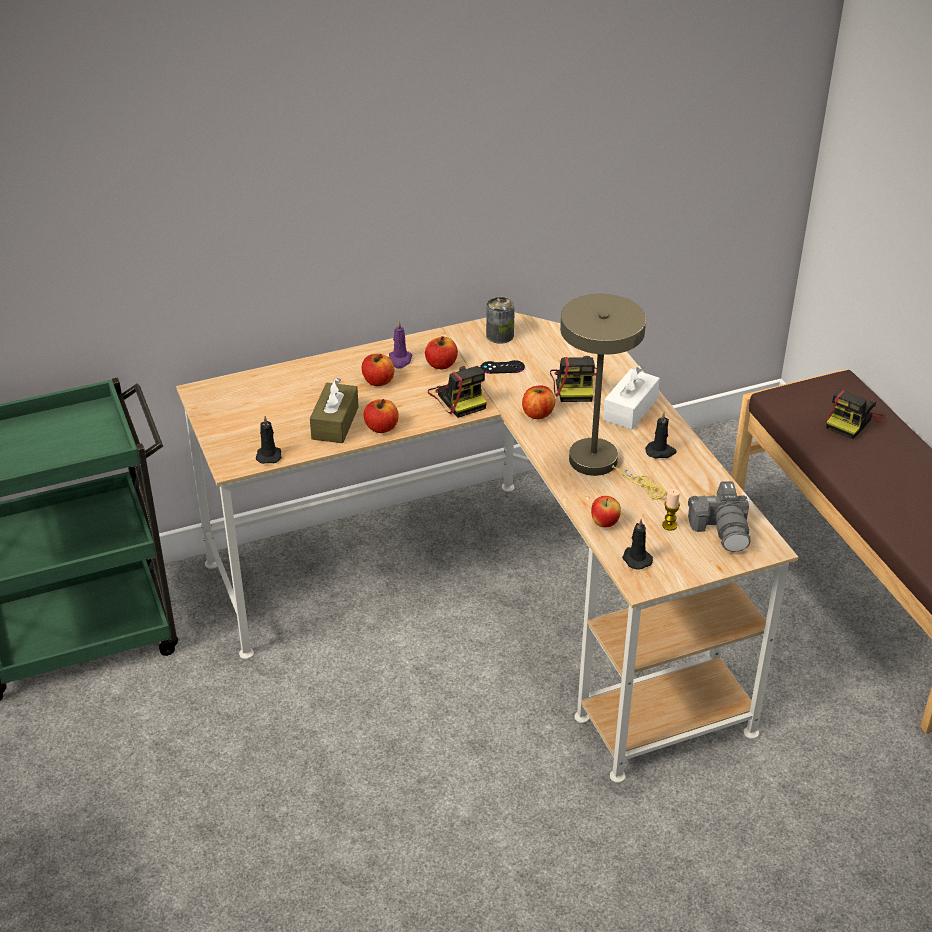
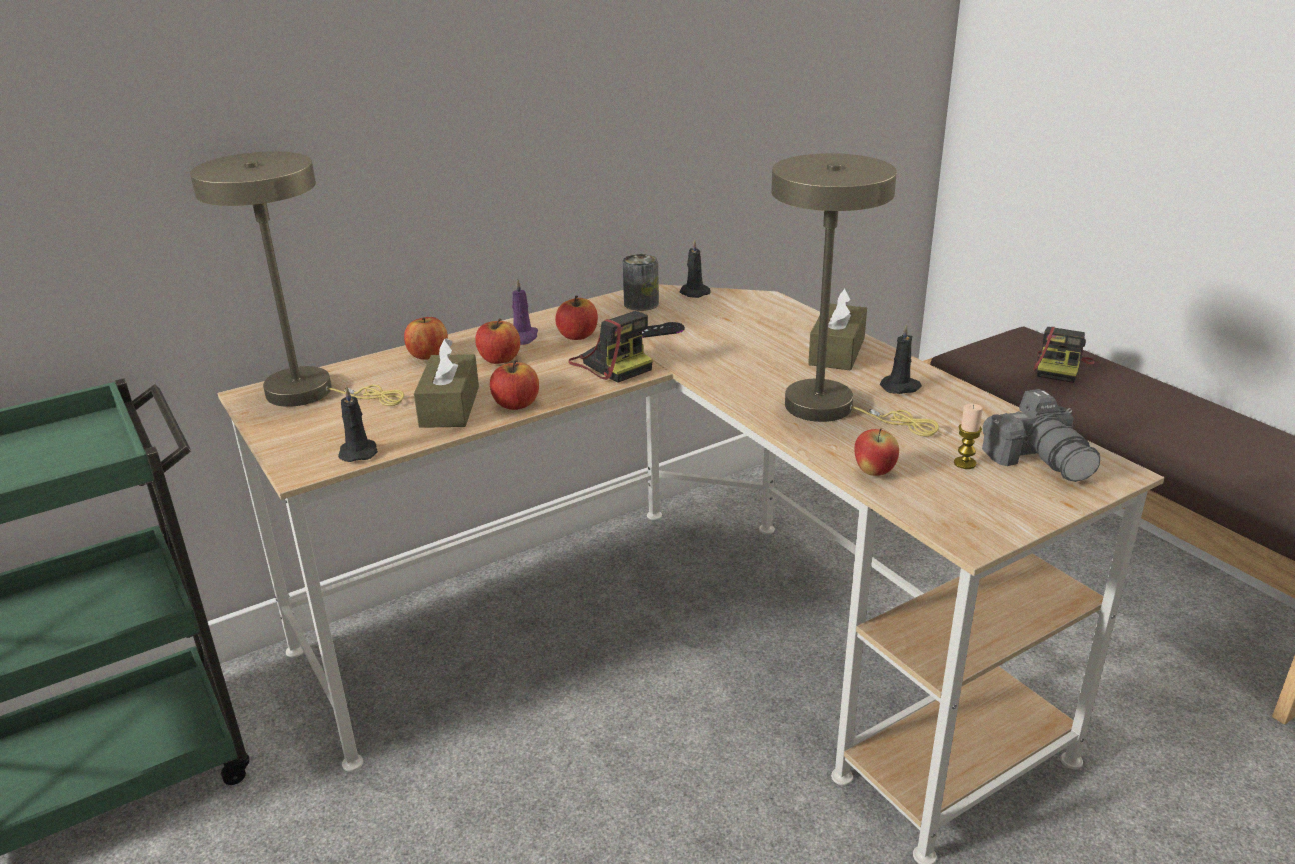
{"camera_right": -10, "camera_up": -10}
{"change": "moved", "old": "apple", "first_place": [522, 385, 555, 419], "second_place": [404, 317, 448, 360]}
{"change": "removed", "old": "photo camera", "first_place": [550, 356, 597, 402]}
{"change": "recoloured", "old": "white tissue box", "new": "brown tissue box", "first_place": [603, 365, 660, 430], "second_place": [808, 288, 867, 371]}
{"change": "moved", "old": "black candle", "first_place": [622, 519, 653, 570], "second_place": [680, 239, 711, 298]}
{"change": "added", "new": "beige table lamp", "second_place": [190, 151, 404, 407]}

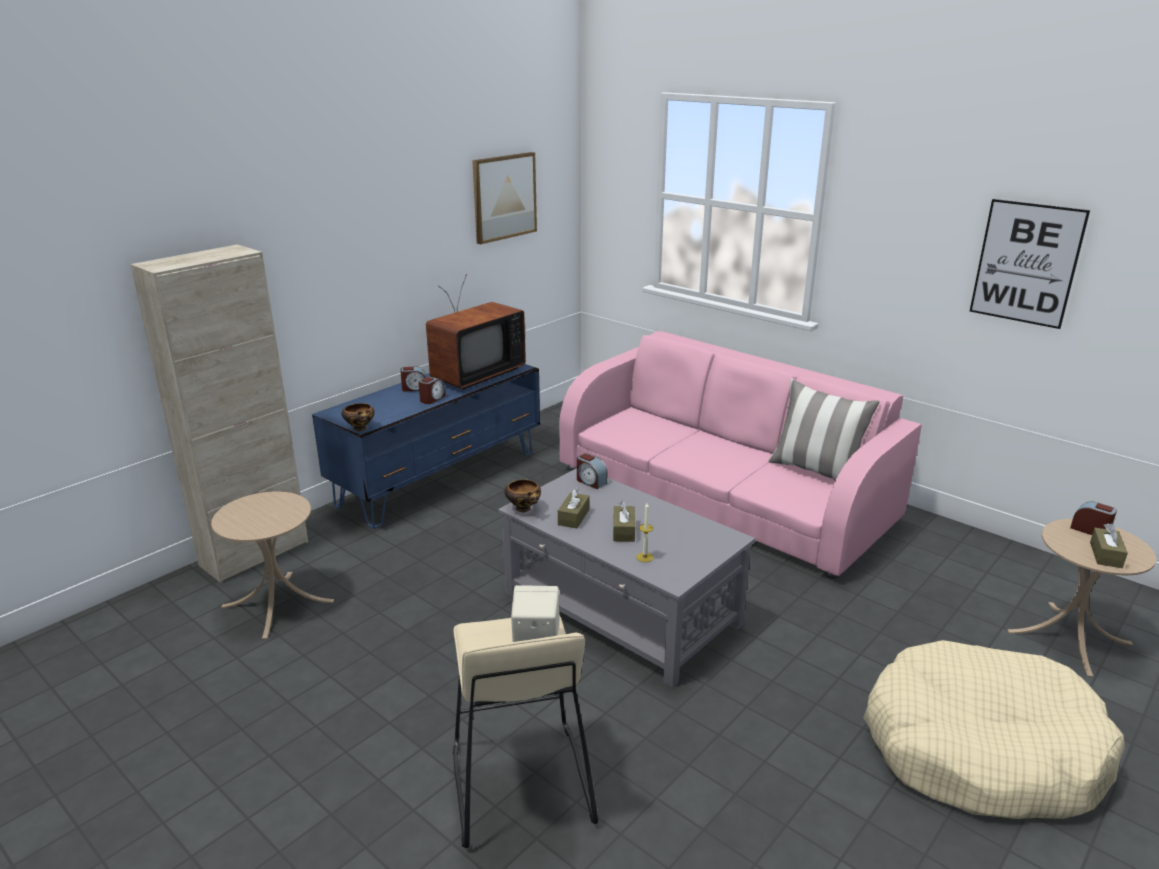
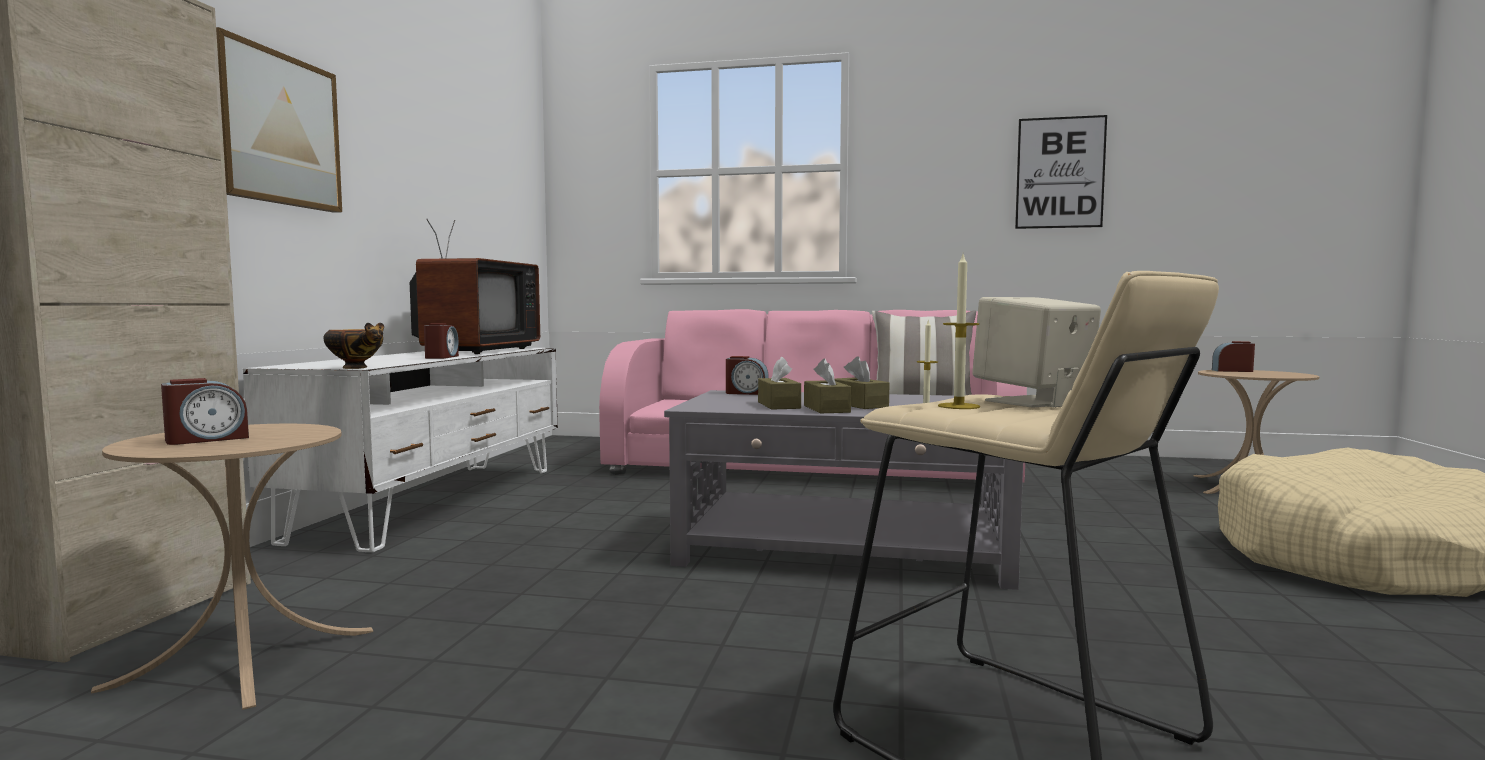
{"camera_right": -30, "camera_up": -20}
{"change": "recoloured", "old": "blue tv stand", "new": "white tv stand", "first_place": [312, 364, 540, 529], "second_place": [243, 348, 558, 552]}
{"change": "moved", "old": "alarm clock", "first_place": [400, 366, 426, 392], "second_place": [161, 378, 249, 445]}
{"change": "moved", "old": "picture", "first_place": [472, 152, 537, 244], "second_place": [216, 27, 342, 213]}
{"change": "removed", "old": "bowl", "first_place": [504, 479, 541, 512]}
{"change": "moved", "old": "brown tissue box", "first_place": [1090, 523, 1128, 568], "second_place": [804, 359, 851, 413]}
{"change": "added", "new": "candle", "second_place": [938, 254, 980, 409]}

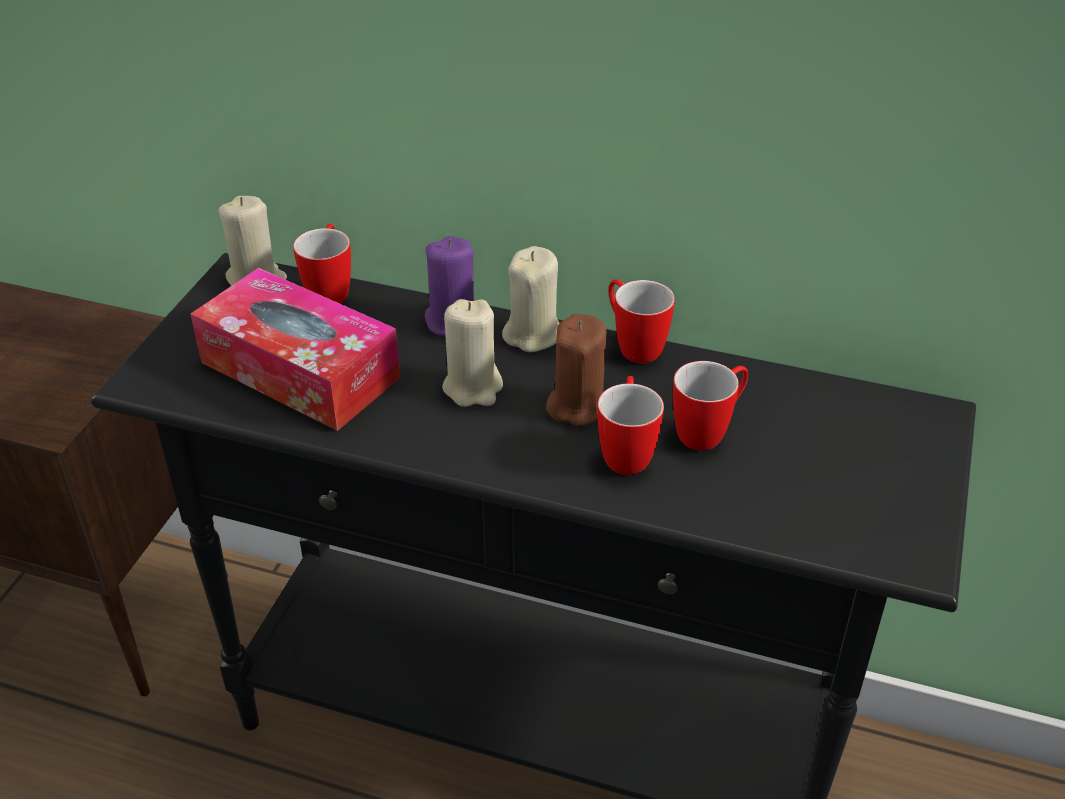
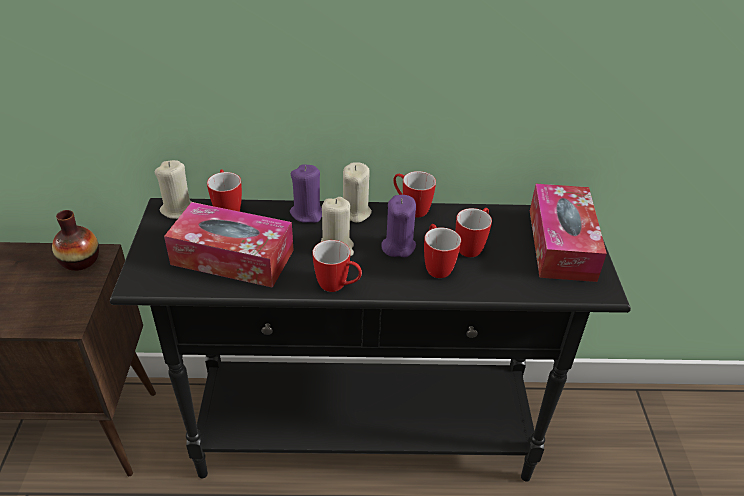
{"camera_right": -20, "camera_up": 0}
{"change": "recoloured", "old": "brown candle", "new": "purple candle", "first_place": [546, 314, 607, 426], "second_place": [381, 195, 416, 257]}
{"change": "added", "new": "vase", "second_place": [52, 210, 99, 271]}
{"change": "added", "new": "mug", "second_place": [312, 240, 362, 292]}
{"change": "added", "new": "tissue box", "second_place": [530, 184, 607, 282]}

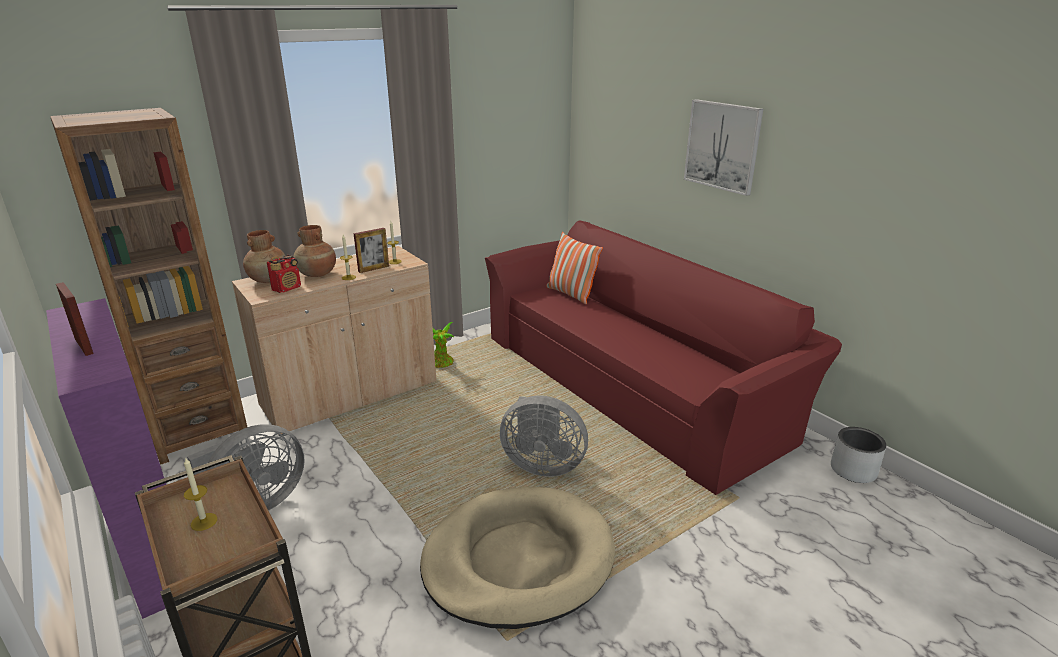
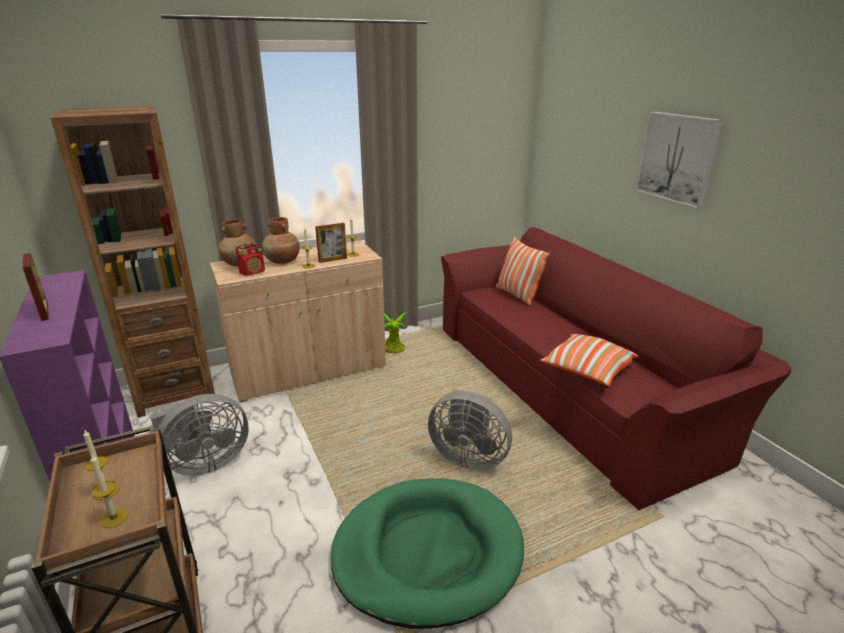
{"camera_right": 10, "camera_up": 0}
{"change": "recoloured", "old": "beige dog bed", "new": "green dog bed", "first_place": [420, 487, 615, 629], "second_place": [331, 479, 524, 629]}
{"change": "removed", "old": "grey planter", "first_place": [831, 427, 886, 483]}
{"change": "added", "new": "candle", "second_place": [90, 455, 128, 528]}
{"change": "added", "new": "pillow", "second_place": [540, 334, 639, 386]}

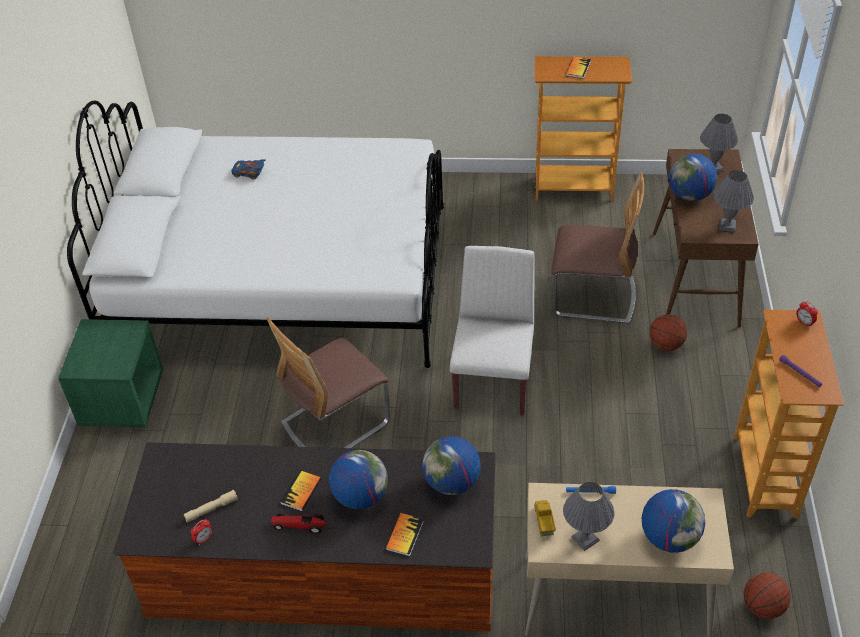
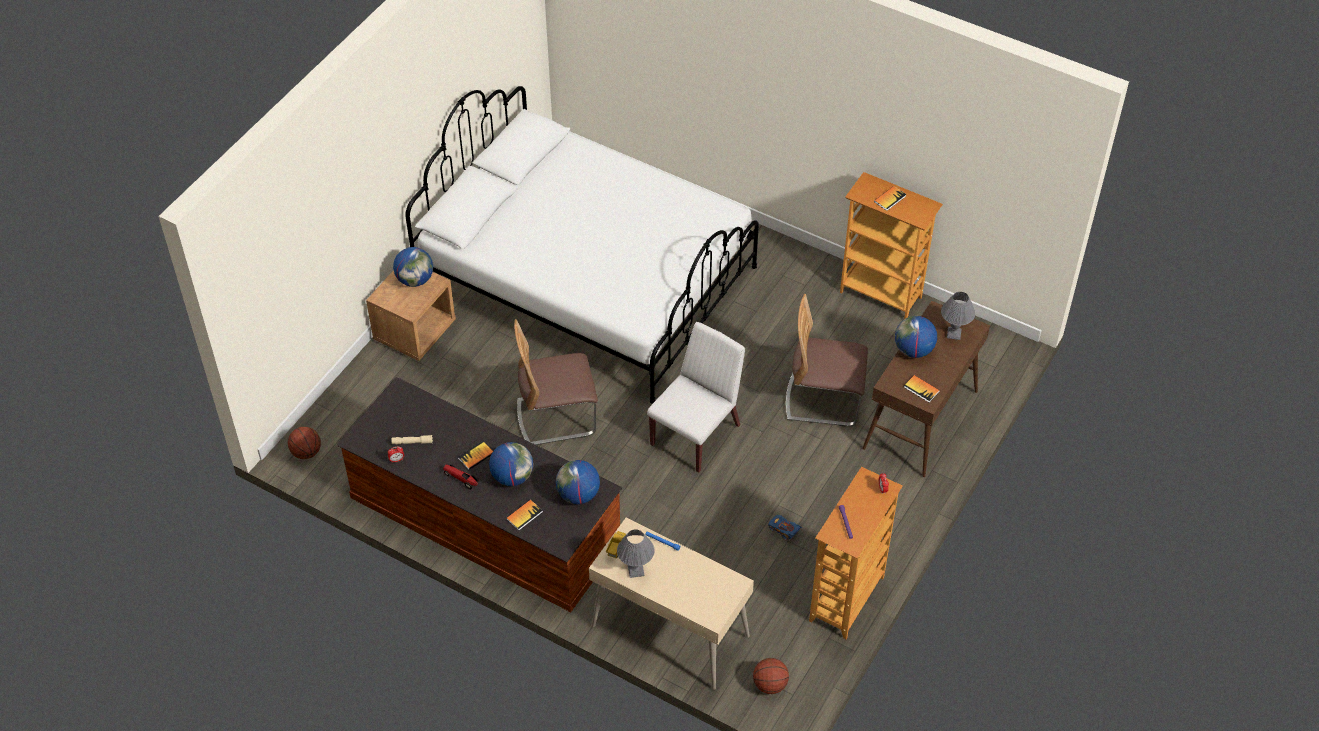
{"camera_right": 25, "camera_up": 5}
{"change": "recoloured", "old": "green nightstand", "new": "brown nightstand", "first_place": [58, 319, 164, 428], "second_place": [366, 270, 456, 361]}
{"change": "moved", "old": "blue toy car", "first_place": [231, 159, 266, 180], "second_place": [768, 515, 802, 540]}
{"change": "turned", "old": "chair", "first_place": [551, 172, 644, 324], "second_place": [786, 294, 868, 426], "degrees": 150}
{"change": "moved", "old": "globe", "first_place": [642, 489, 705, 553], "second_place": [393, 247, 433, 287]}
{"change": "moved", "old": "basketball", "first_place": [650, 314, 687, 351], "second_place": [288, 427, 321, 459]}
{"change": "replaced", "old": "grey table lamp", "new": "book", "first_place": [713, 170, 754, 232], "second_place": [904, 375, 940, 403]}

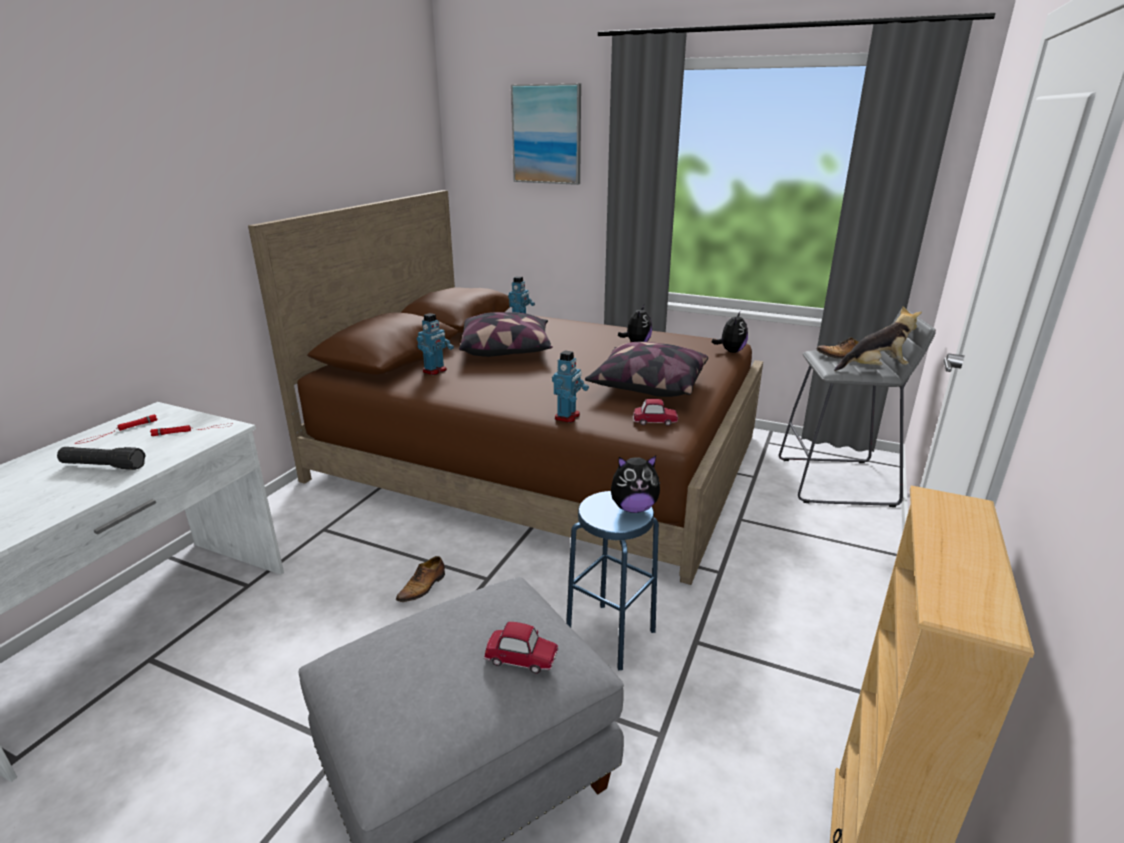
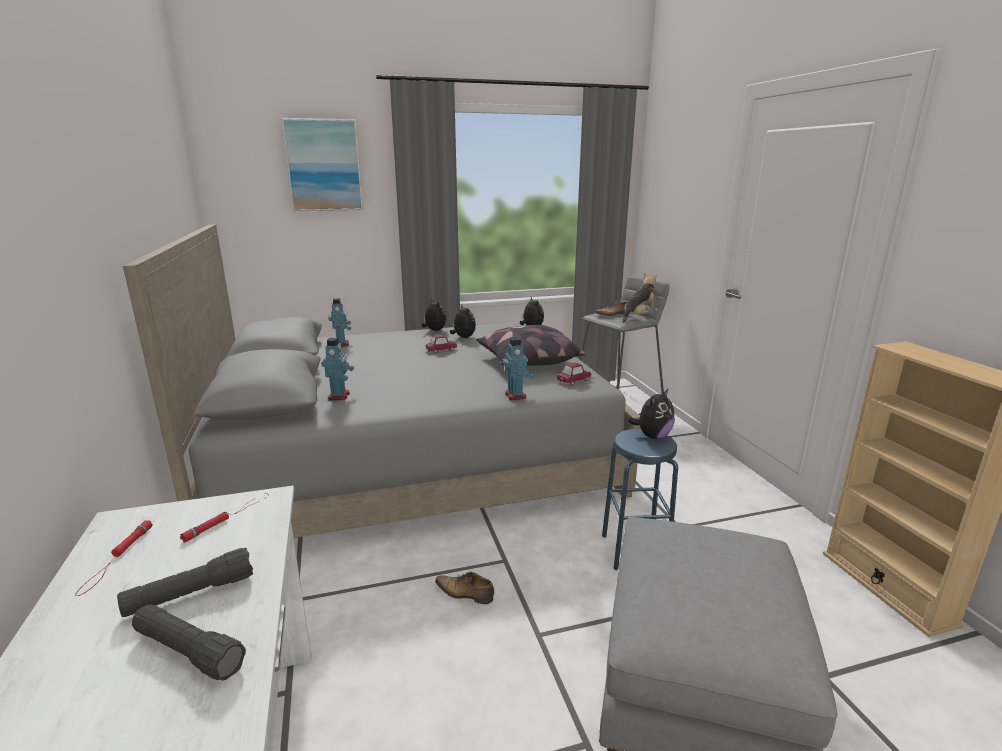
{"camera_right": -40, "camera_up": -5}
{"change": "recoloured", "old": "brown bed", "new": "grey bed", "first_place": [248, 190, 763, 585], "second_place": [123, 225, 641, 538]}
{"change": "turned", "old": "shoe", "first_place": [396, 556, 445, 602], "second_place": [435, 572, 494, 604], "degrees": 120}
{"change": "removed", "old": "pillow", "first_place": [459, 312, 553, 357]}
{"change": "moved", "old": "toy car", "first_place": [484, 622, 559, 674], "second_place": [425, 334, 457, 353]}
{"change": "added", "new": "black flashlight", "second_place": [132, 604, 246, 681]}
{"change": "added", "new": "plush toy", "second_place": [422, 300, 446, 331]}

